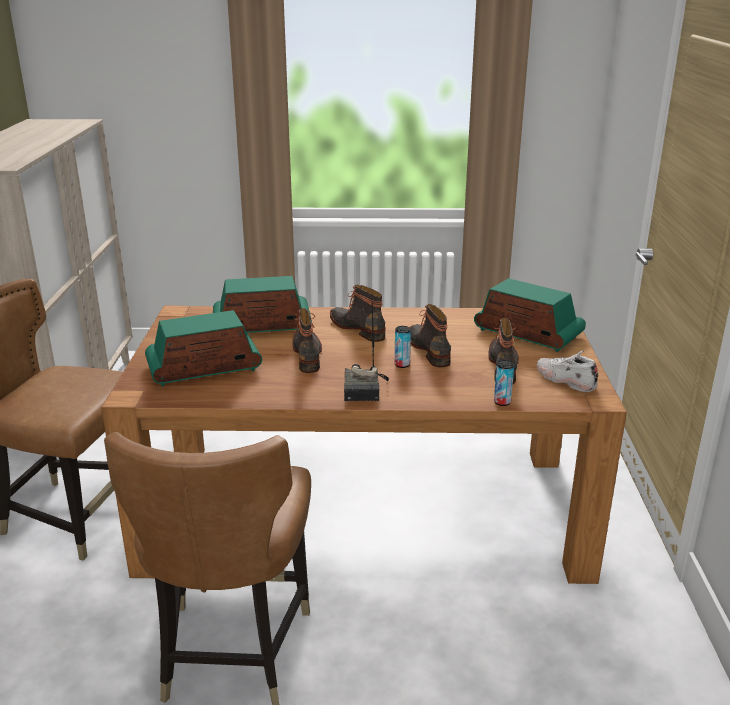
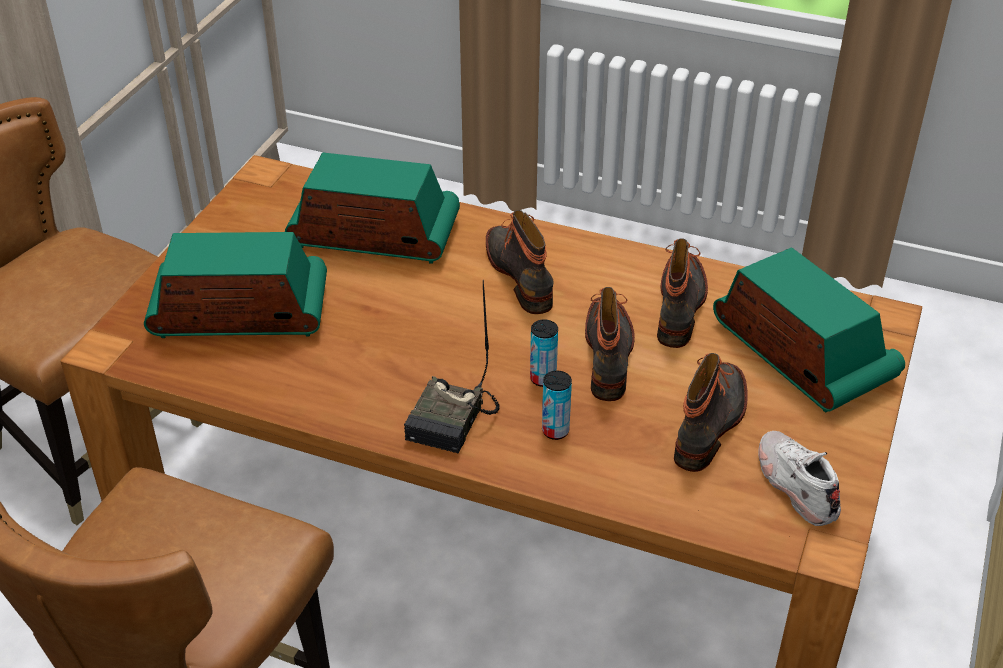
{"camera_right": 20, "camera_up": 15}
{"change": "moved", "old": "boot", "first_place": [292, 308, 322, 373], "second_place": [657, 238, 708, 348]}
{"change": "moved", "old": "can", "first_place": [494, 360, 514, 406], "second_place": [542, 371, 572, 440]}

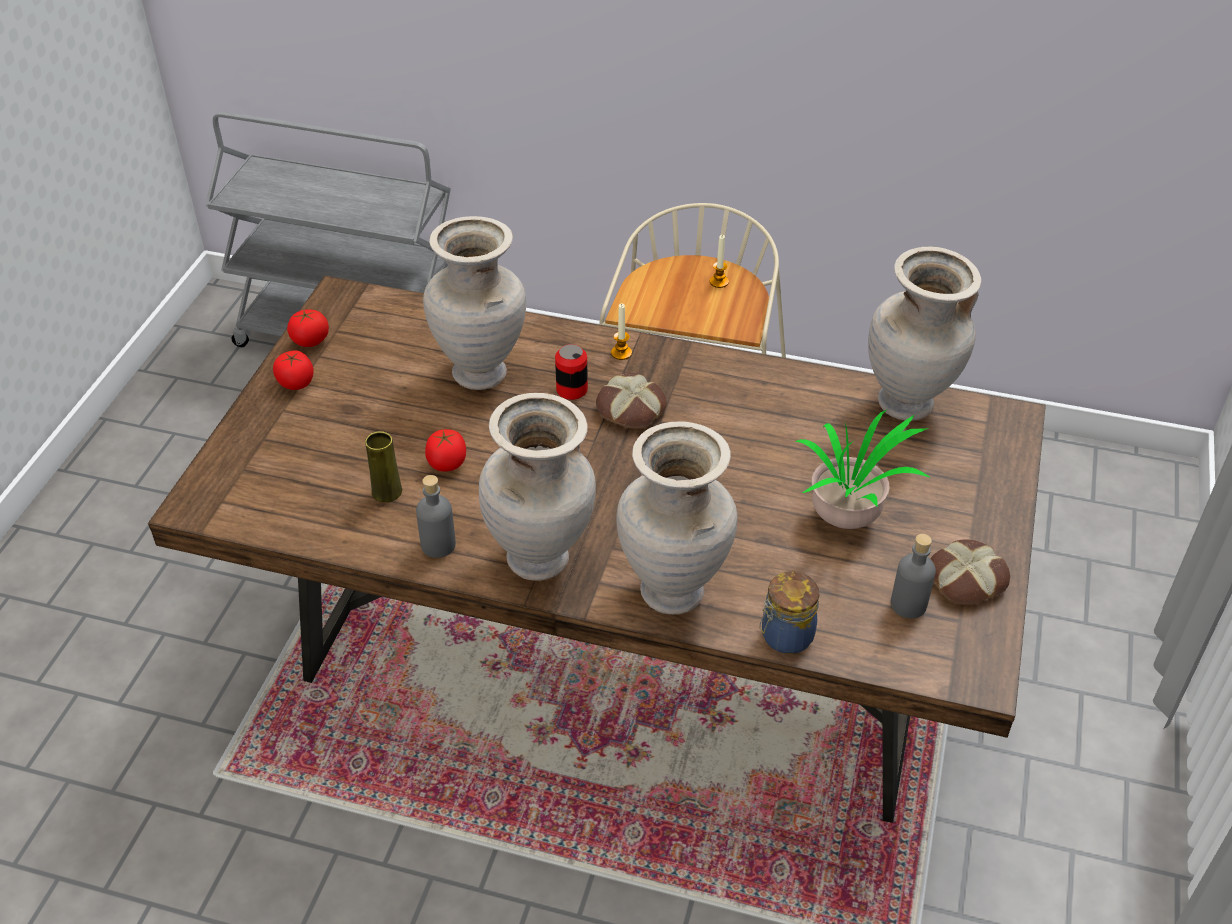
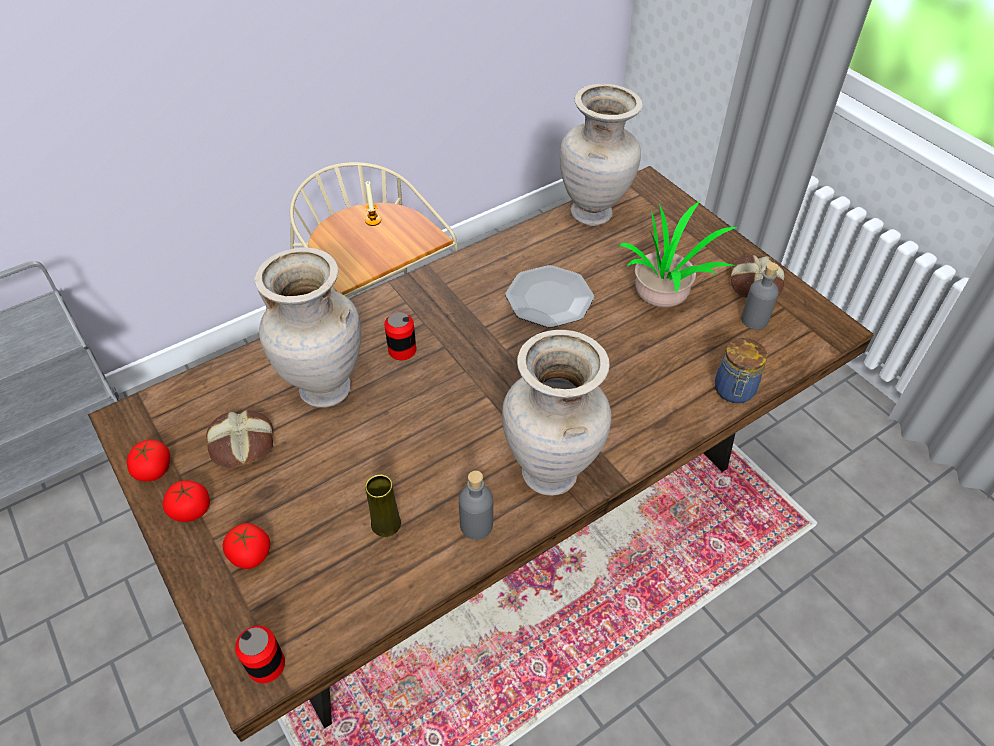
{"camera_right": -50, "camera_up": 5}
{"change": "moved", "old": "tomato", "first_place": [425, 429, 466, 472], "second_place": [223, 523, 270, 569]}
{"change": "moved", "old": "bread", "first_place": [596, 373, 667, 429], "second_place": [206, 410, 273, 468]}
{"change": "removed", "old": "candle", "first_place": [611, 304, 632, 360]}
{"change": "removed", "old": "beige vase", "first_place": [616, 422, 737, 615]}
{"change": "added", "new": "can", "second_place": [235, 626, 285, 683]}
{"change": "added", "new": "plate", "second_place": [505, 265, 594, 328]}

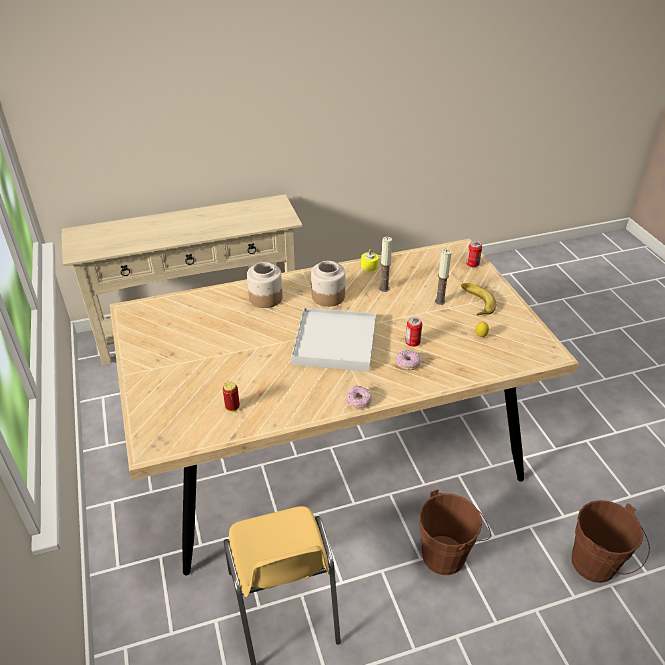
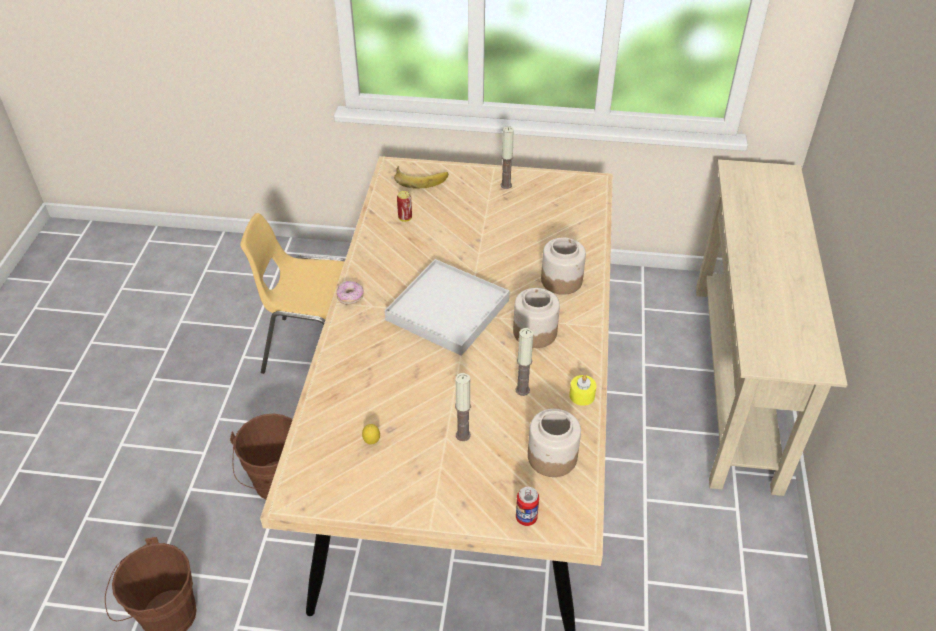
{"camera_right": 115, "camera_up": 5}
{"change": "removed", "old": "donut", "first_place": [396, 350, 420, 370]}
{"change": "removed", "old": "can", "first_place": [405, 317, 422, 347]}
{"change": "moved", "old": "banana", "first_place": [461, 283, 496, 315], "second_place": [394, 166, 448, 188]}
{"change": "added", "new": "candle", "second_place": [501, 126, 514, 189]}
{"change": "added", "new": "jar", "second_place": [528, 409, 581, 477]}

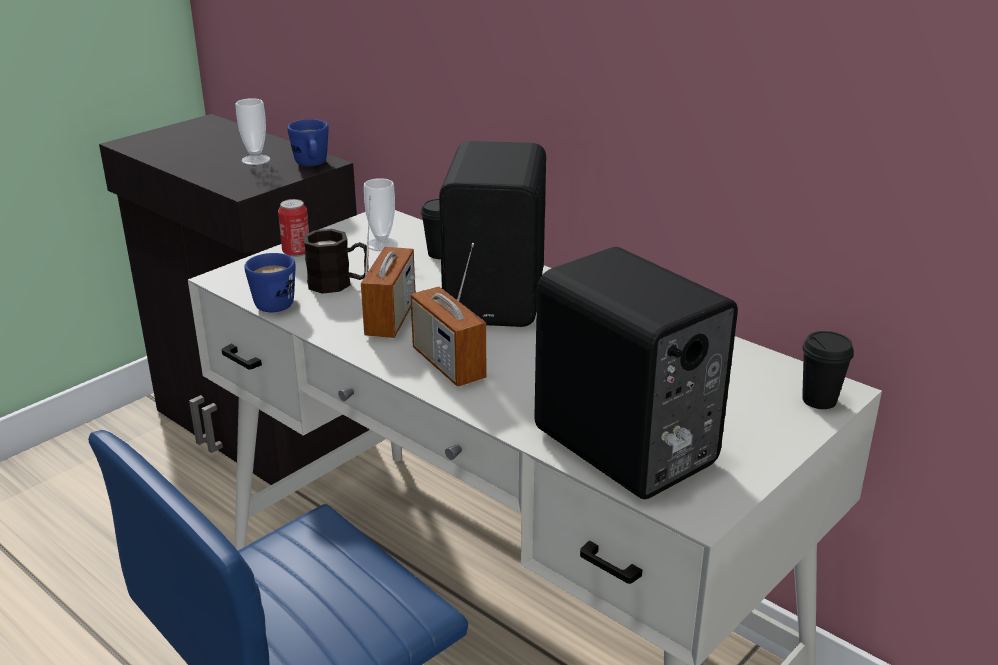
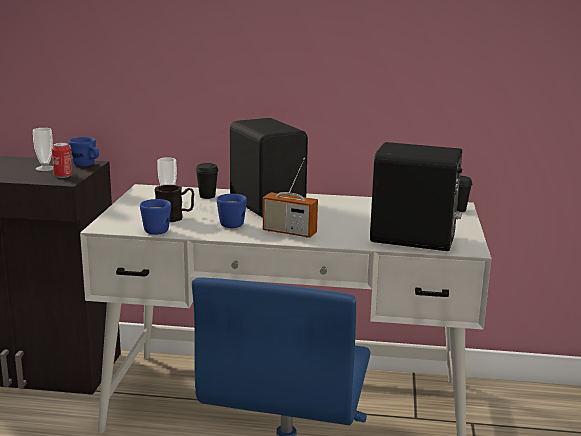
{"camera_right": -35, "camera_up": -10}
{"change": "moved", "old": "can", "first_place": [278, 199, 309, 257], "second_place": [52, 143, 72, 178]}
{"change": "replaced", "old": "radio", "new": "blue mug", "first_place": [361, 196, 415, 338], "second_place": [217, 194, 247, 228]}

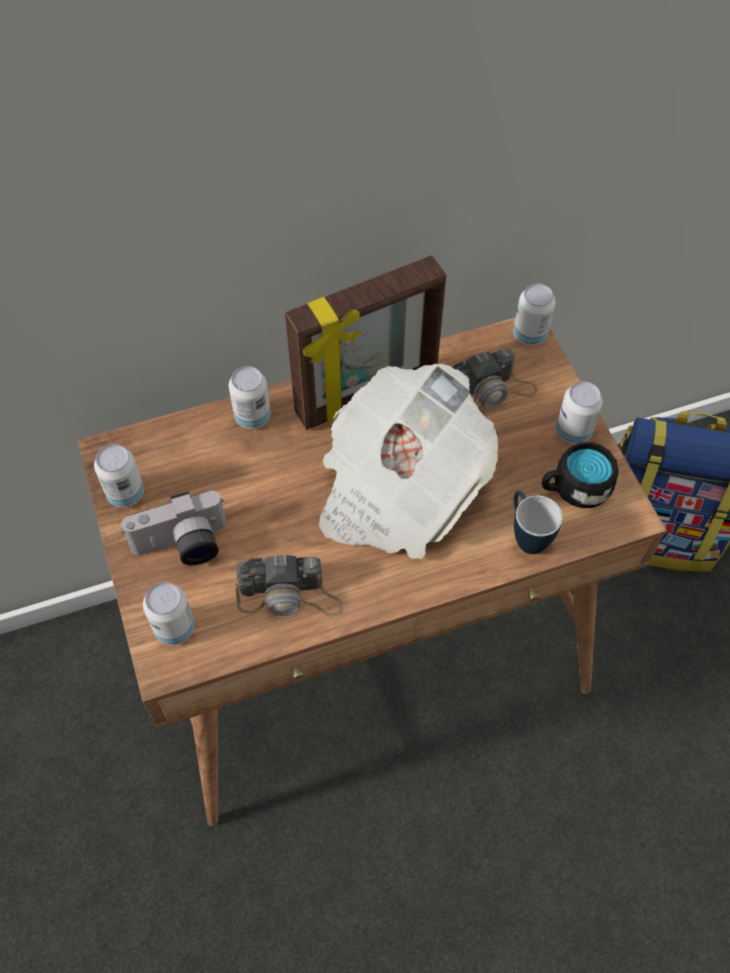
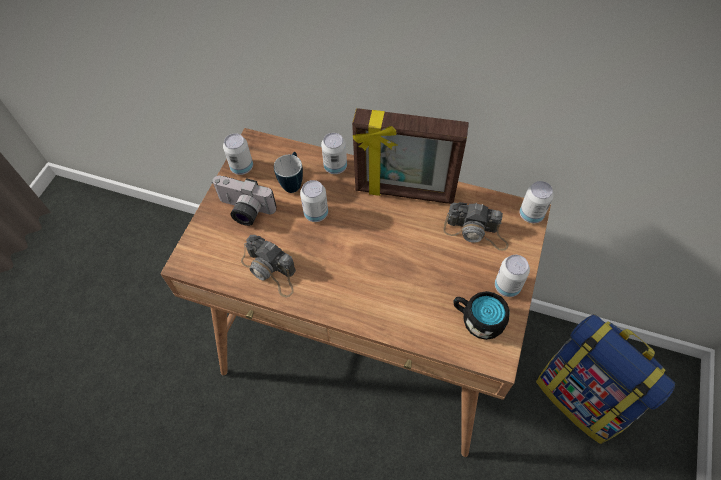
{"camera_right": 40, "camera_up": 0}
{"change": "moved", "old": "can", "first_place": [143, 582, 195, 645], "second_place": [300, 180, 328, 222]}
{"change": "removed", "old": "newspaper", "first_place": [318, 364, 498, 559]}
{"change": "moved", "old": "mug", "first_place": [514, 491, 563, 554], "second_place": [274, 152, 303, 193]}

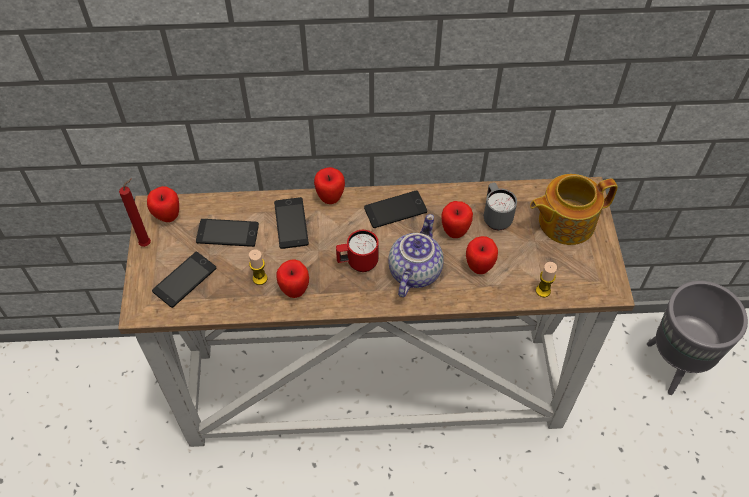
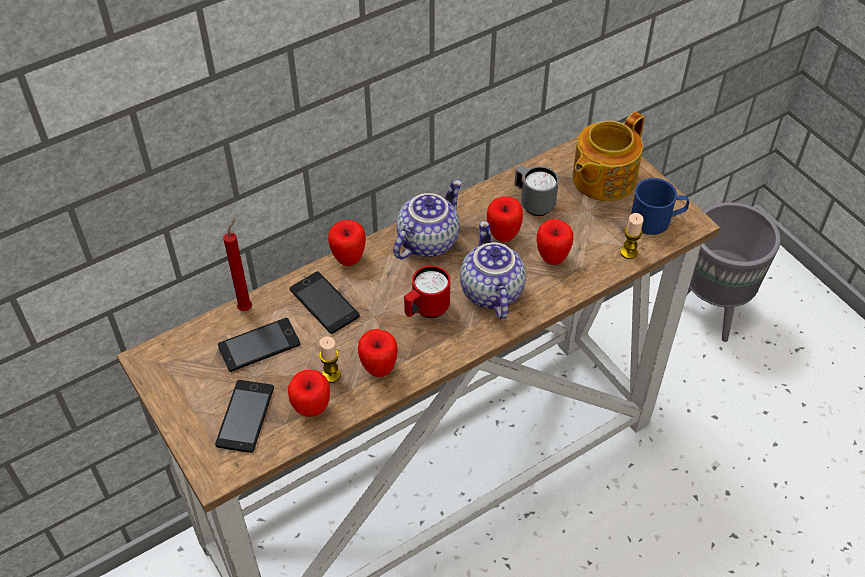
{"camera_right": -30, "camera_up": -5}
{"change": "moved", "old": "red candle", "first_place": [119, 178, 151, 247], "second_place": [223, 219, 252, 311]}
{"change": "moved", "old": "apple", "first_place": [147, 186, 179, 222], "second_place": [288, 370, 330, 417]}
{"change": "replaced", "old": "phone", "new": "teapot", "first_place": [364, 190, 427, 228], "second_place": [393, 180, 462, 259]}
{"change": "added", "new": "blue mug", "second_place": [631, 178, 689, 235]}

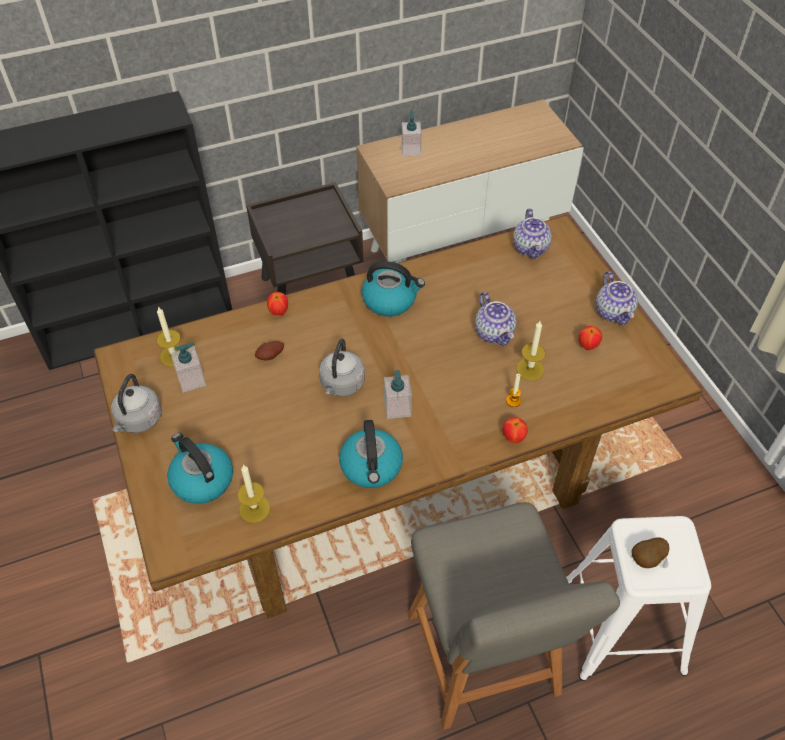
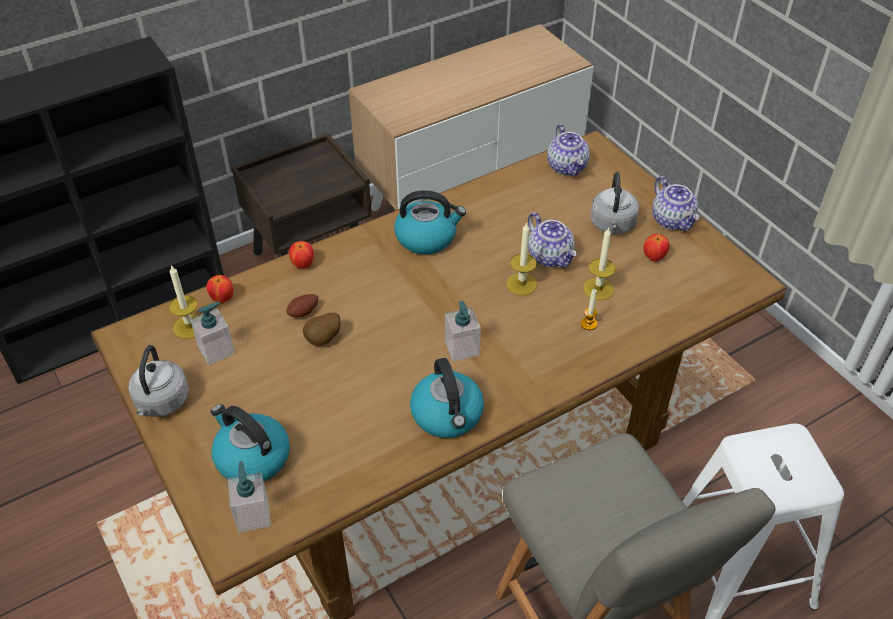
{"camera_right": -10, "camera_up": -5}
{"change": "moved", "old": "candle", "first_place": [237, 464, 270, 523], "second_place": [506, 222, 537, 295]}
{"change": "moved", "old": "grey kettle", "first_place": [319, 339, 365, 397], "second_place": [590, 172, 639, 234]}
{"change": "moved", "old": "soap dispenser", "first_place": [402, 110, 422, 156], "second_place": [228, 461, 271, 533]}
{"change": "moved", "old": "apple", "first_place": [503, 417, 528, 443], "second_place": [206, 275, 234, 304]}
{"change": "moved", "old": "potato", "first_place": [631, 537, 669, 568], "second_place": [302, 313, 341, 346]}

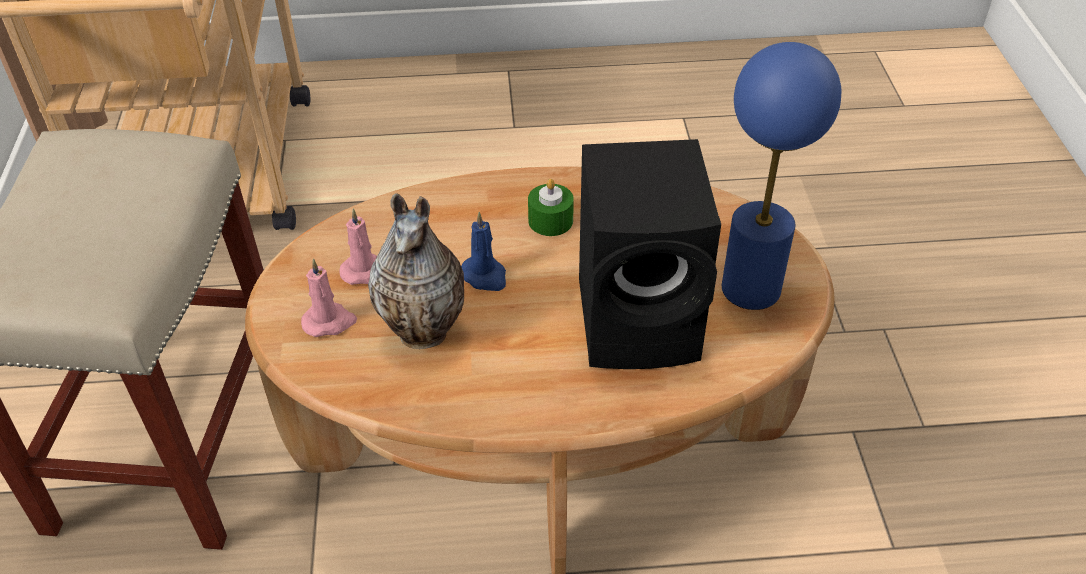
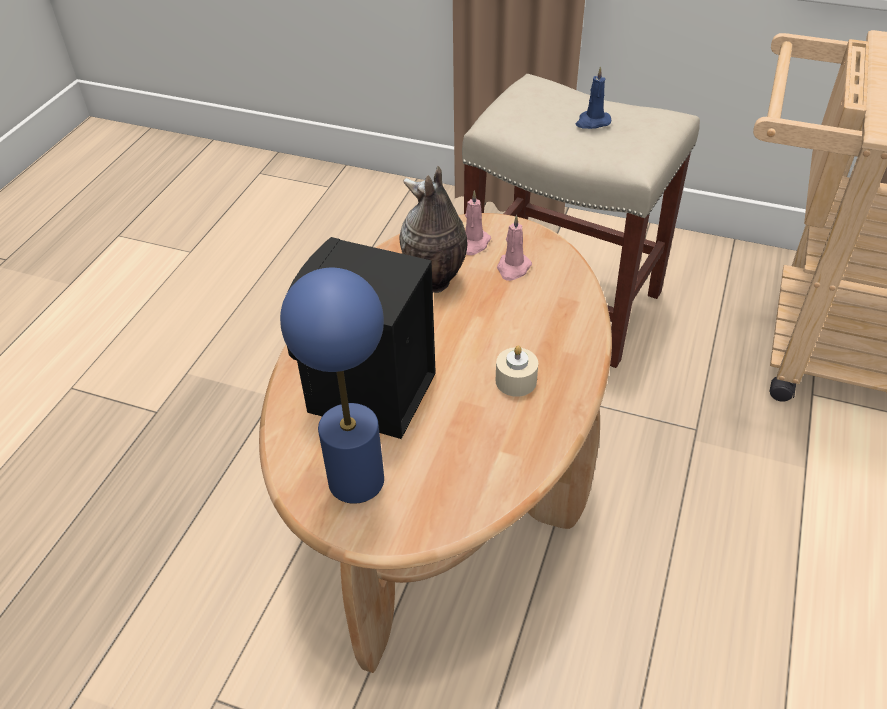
{"camera_right": 115, "camera_up": 0}
{"change": "moved", "old": "blue candle", "first_place": [461, 212, 506, 291], "second_place": [576, 66, 611, 129]}
{"change": "recoloured", "old": "green candle", "new": "beige candle", "first_place": [528, 179, 574, 236], "second_place": [496, 345, 538, 397]}

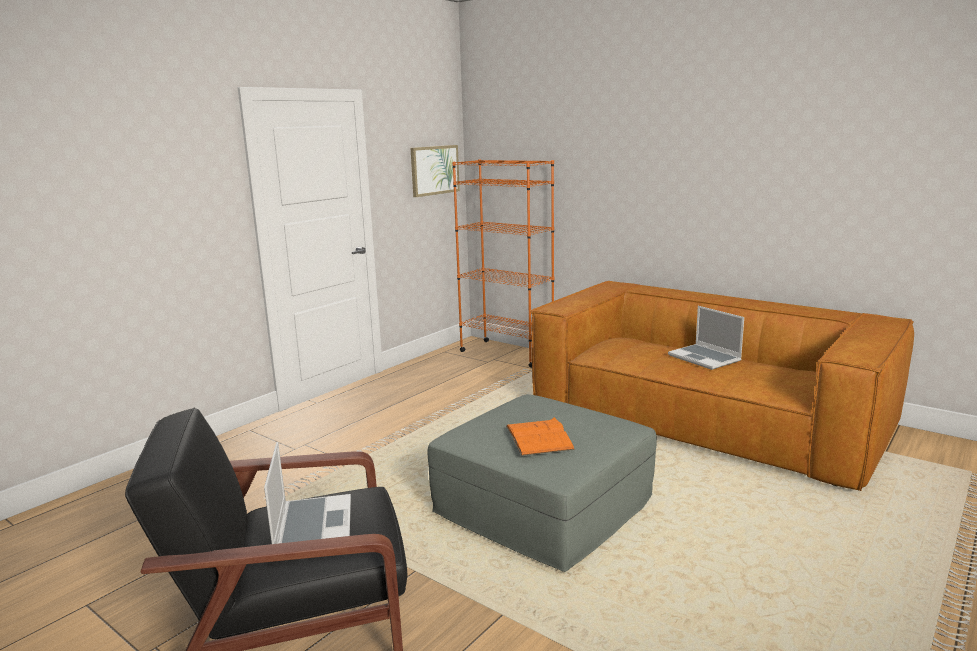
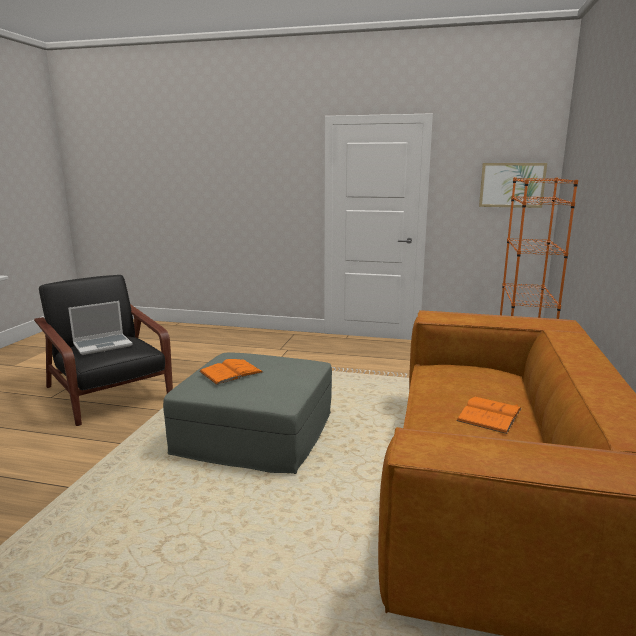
{"camera_right": 65, "camera_up": 0}
{"change": "replaced", "old": "laptop", "new": "orange book", "first_place": [668, 306, 744, 370], "second_place": [456, 397, 522, 434]}

